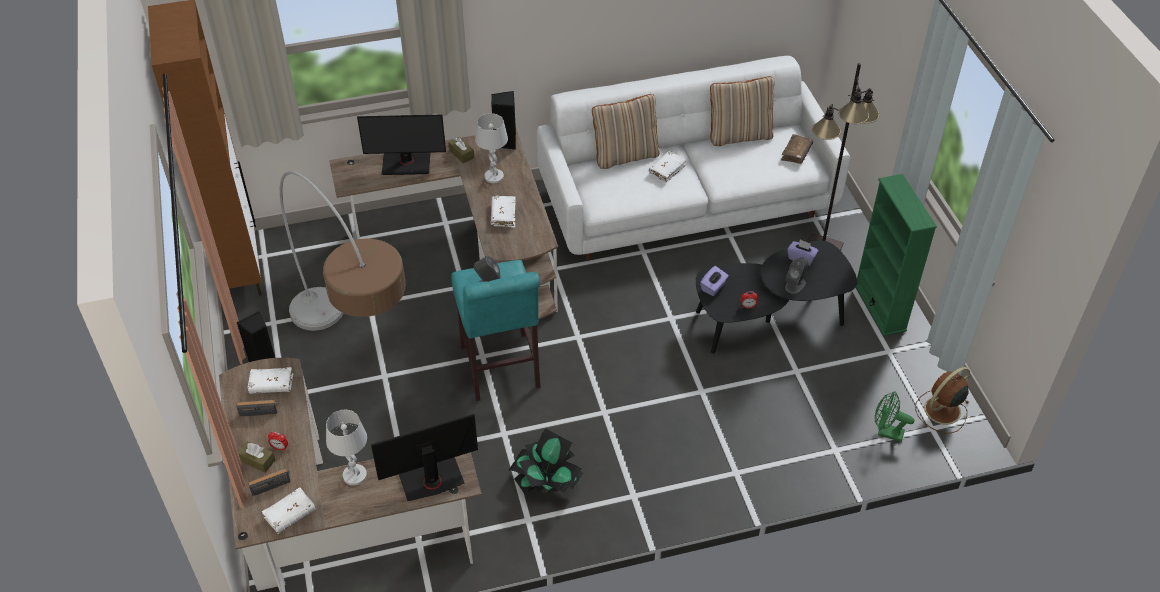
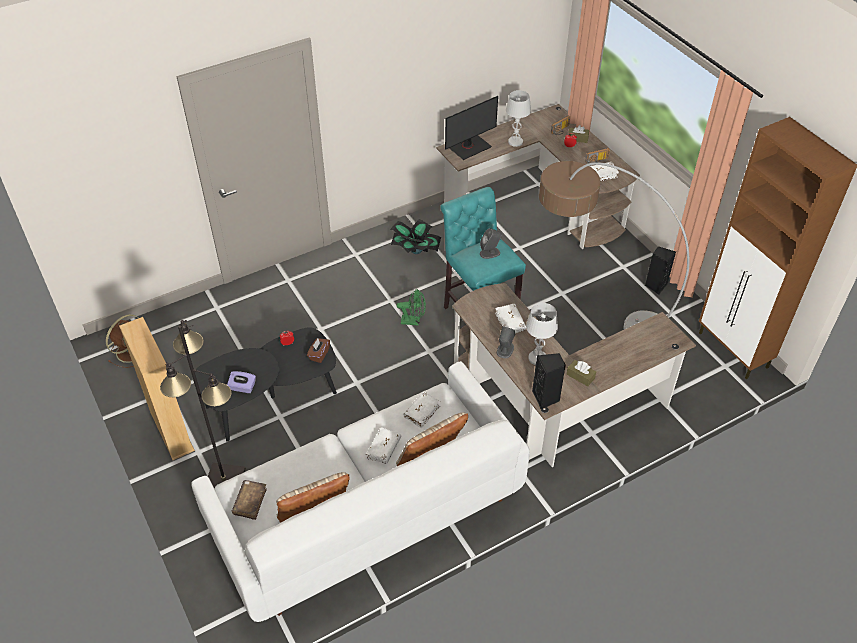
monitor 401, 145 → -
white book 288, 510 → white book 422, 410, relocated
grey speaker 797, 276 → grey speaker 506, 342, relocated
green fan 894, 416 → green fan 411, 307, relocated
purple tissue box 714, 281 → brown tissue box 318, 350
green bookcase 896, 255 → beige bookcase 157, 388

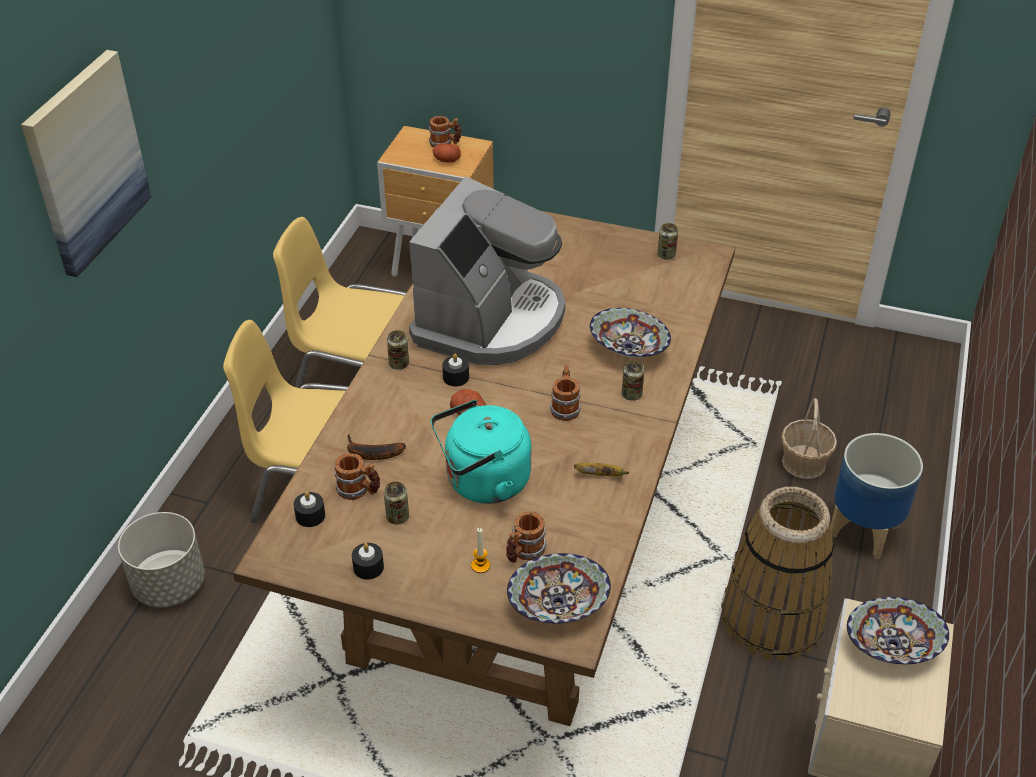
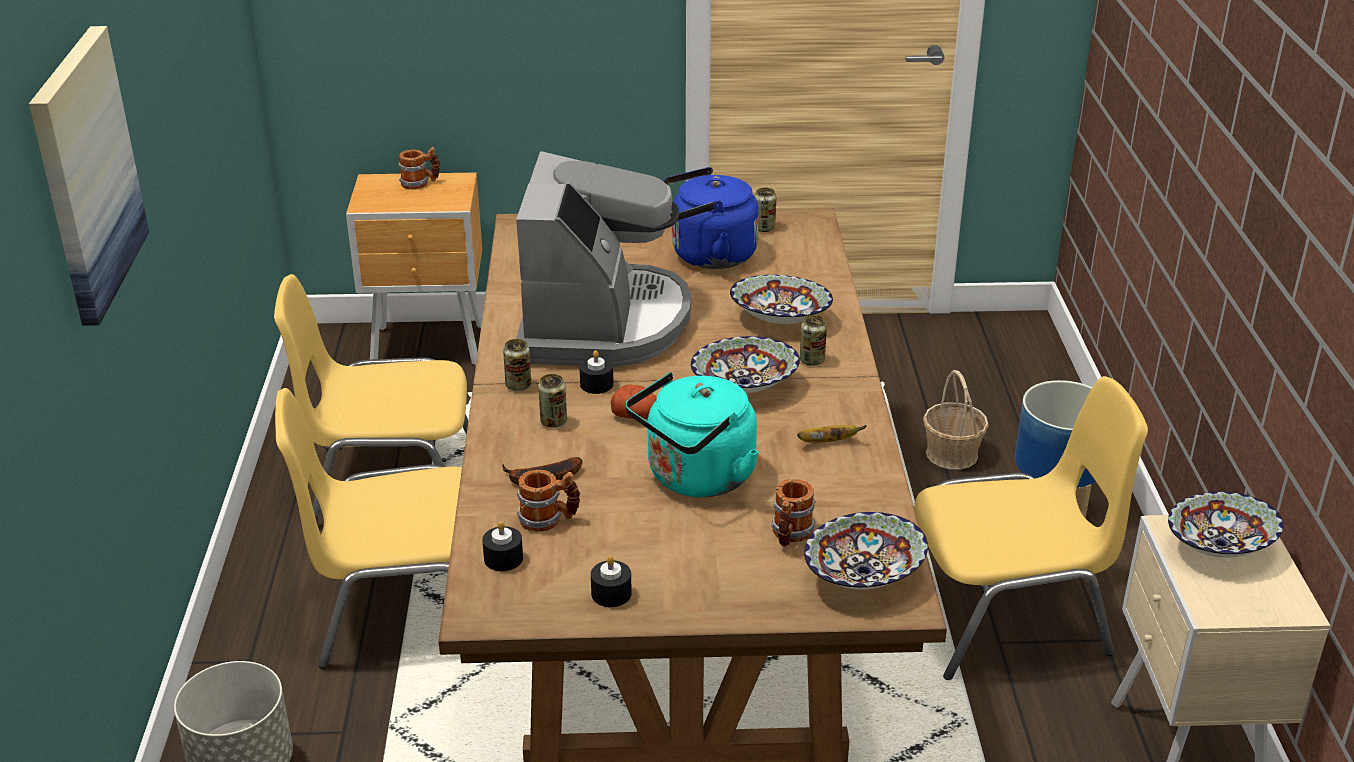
potato 446, 153 → -
candle 480, 550 → -
- → blue kettle 711, 218
can 396, 503 → can 552, 401, relocated
mug 565, 393 → bowl 745, 364
basket 777, 574 → yellow chair 1031, 528

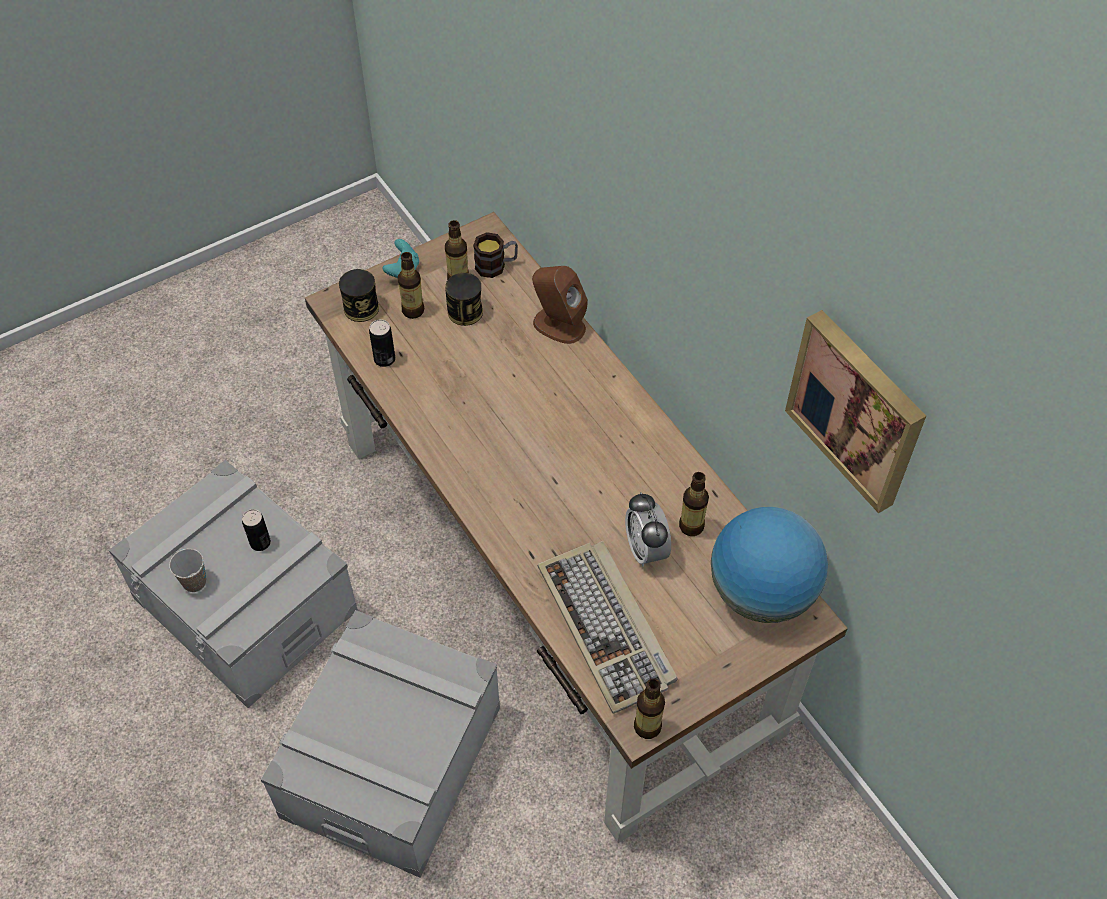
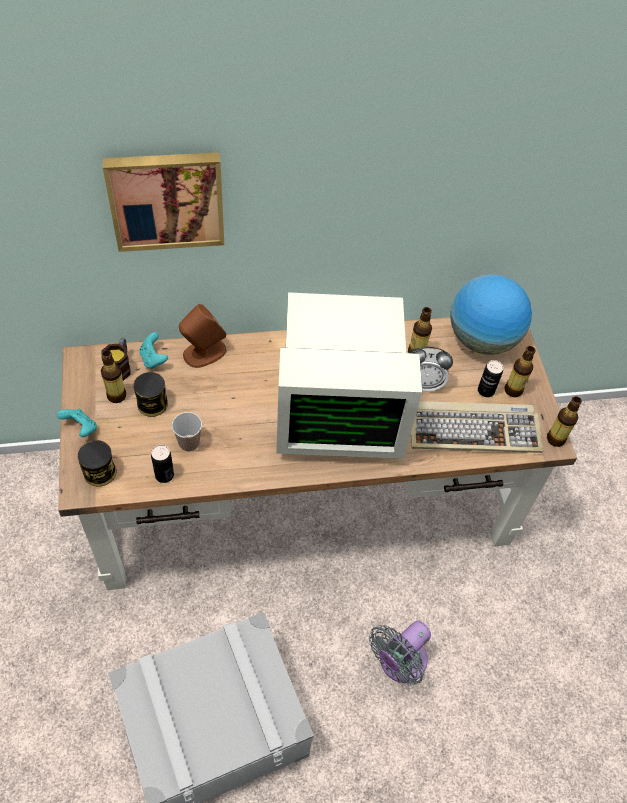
- → turquoise game controller 153, 350
- → monitor 349, 375
cup 187, 570 → cup 187, 431, relocated
can 256, 530 → can 490, 378, relocated
bottle 411, 285 → bottle 520, 371, relocated
picture 855, 411 → picture 163, 202, relocated
grey storage box 380, 744 → grey fan 400, 653

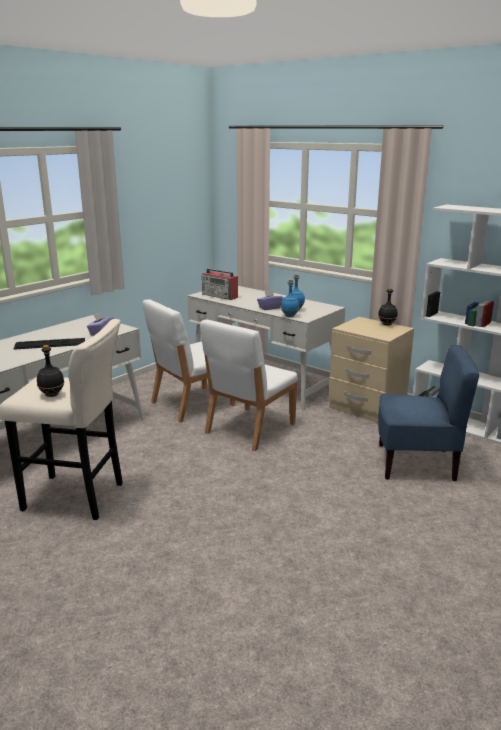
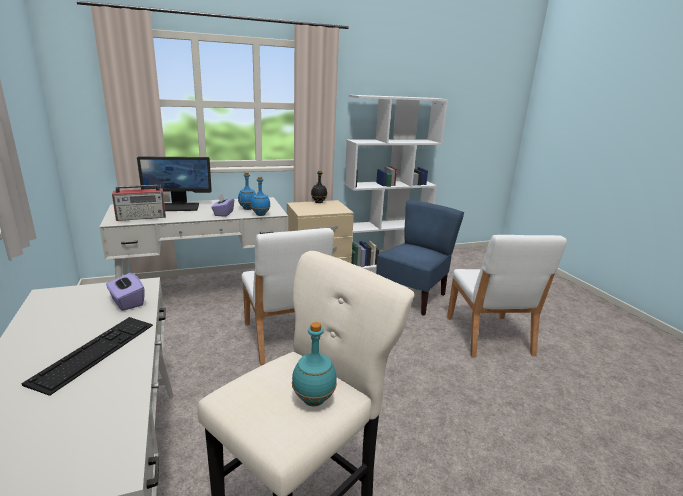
- → monitor 174, 184
white chair 189, 361 → white chair 507, 296, relocated
black bottle 51, 371 → turquoise bottle 314, 364

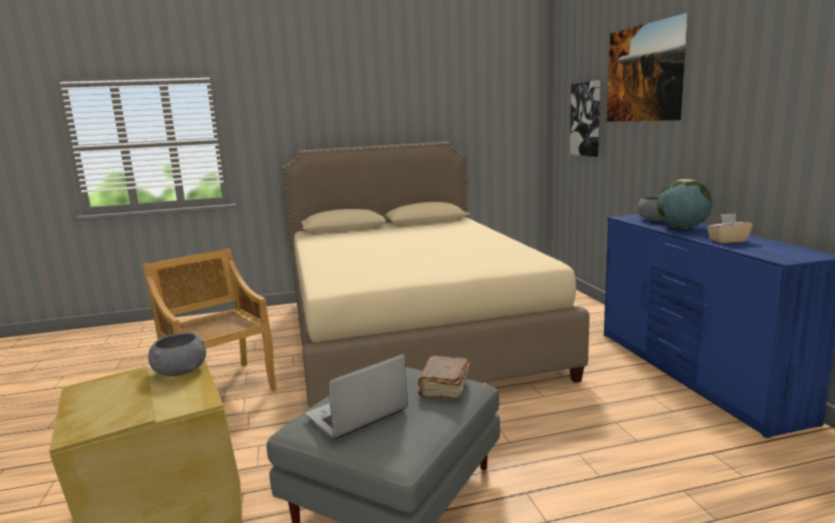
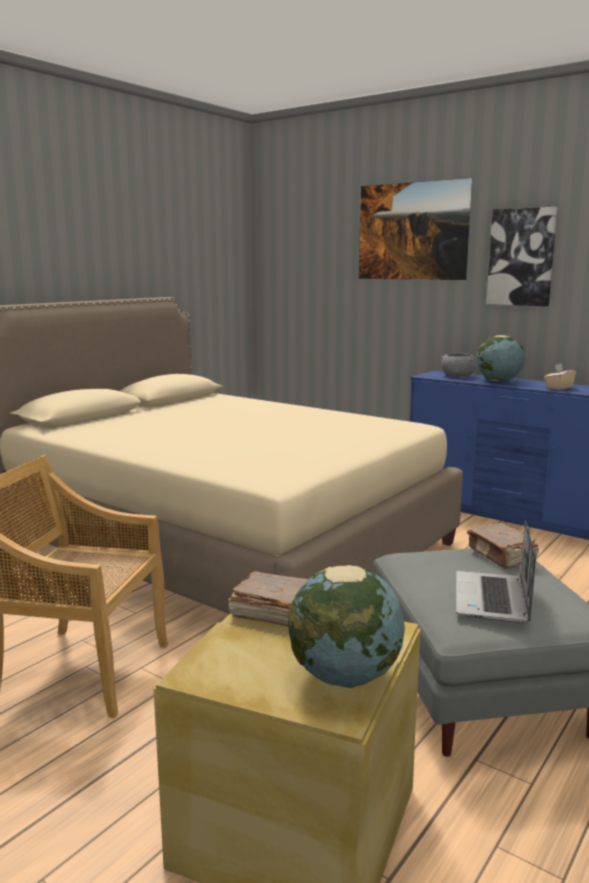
- → globe 346, 626
picture 585, 118 → picture 521, 256, relocated
grey bowl 177, 354 → brown book 268, 599

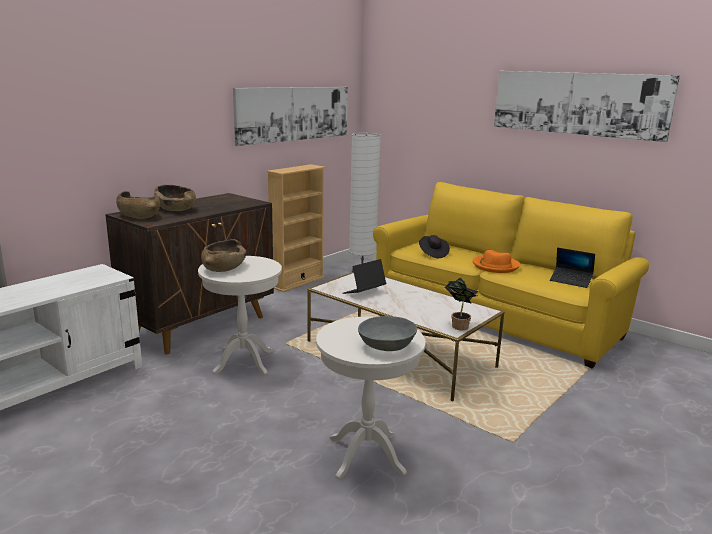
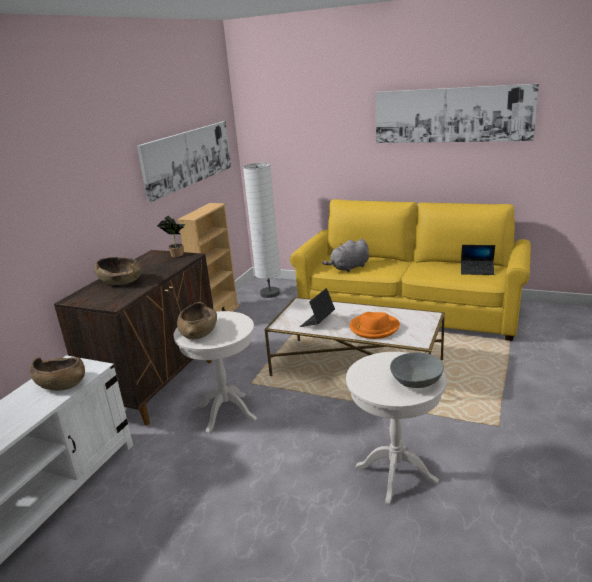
brown bowl 138, 205 → brown bowl 57, 374, relocated
potted plant 461, 304 → potted plant 171, 236, relocated
orange hat 496, 261 → orange hat 375, 325, relocated
black hat 434, 246 → grey plush toy 345, 255

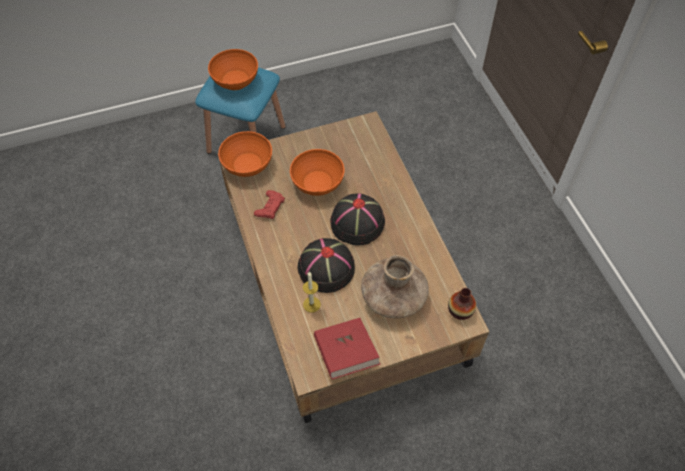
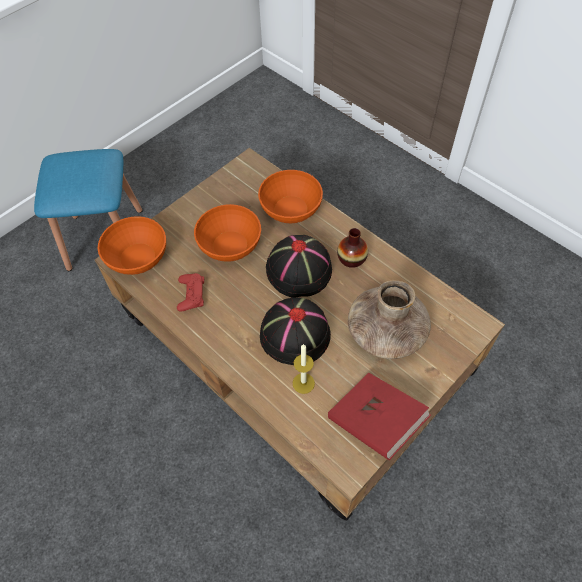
orange bowl 233, 69 → orange bowl 290, 196, relocated
vase 462, 304 → vase 352, 248, relocated

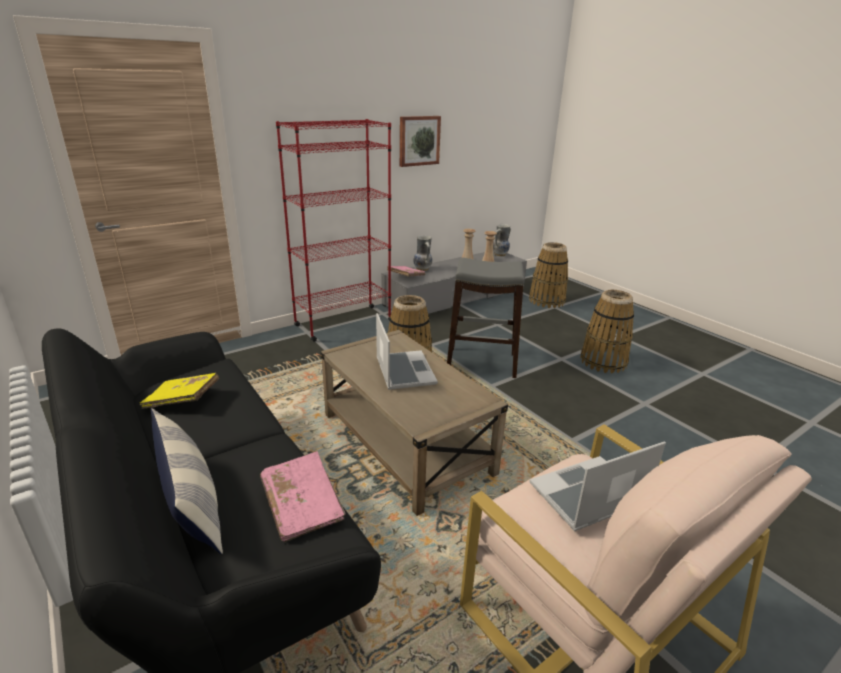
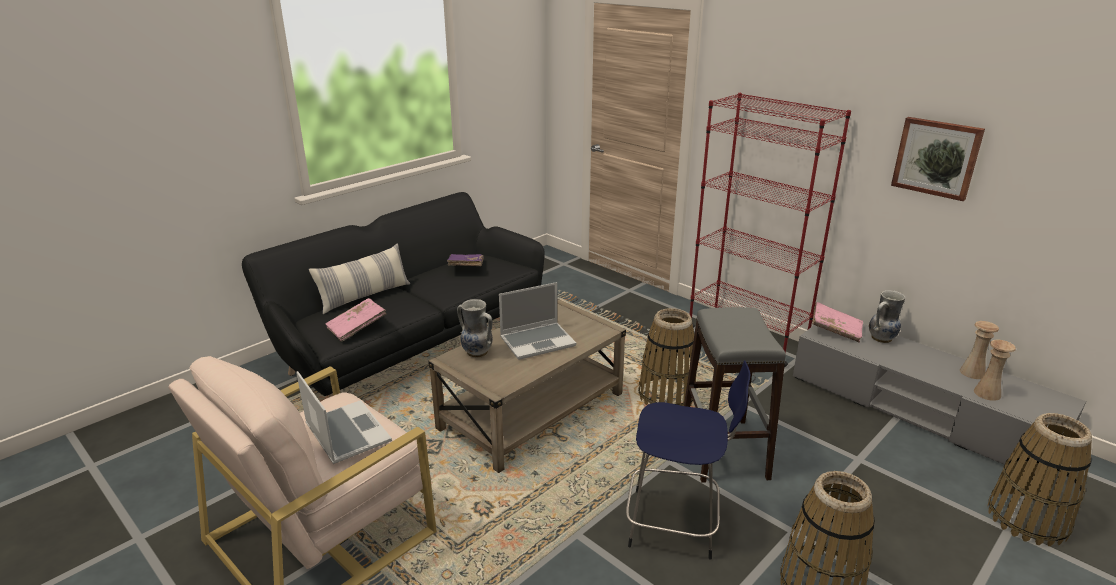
- → blue stool 688, 460
vase 502, 240 → vase 475, 328, relocated
yellow book 179, 391 → purple book 465, 260

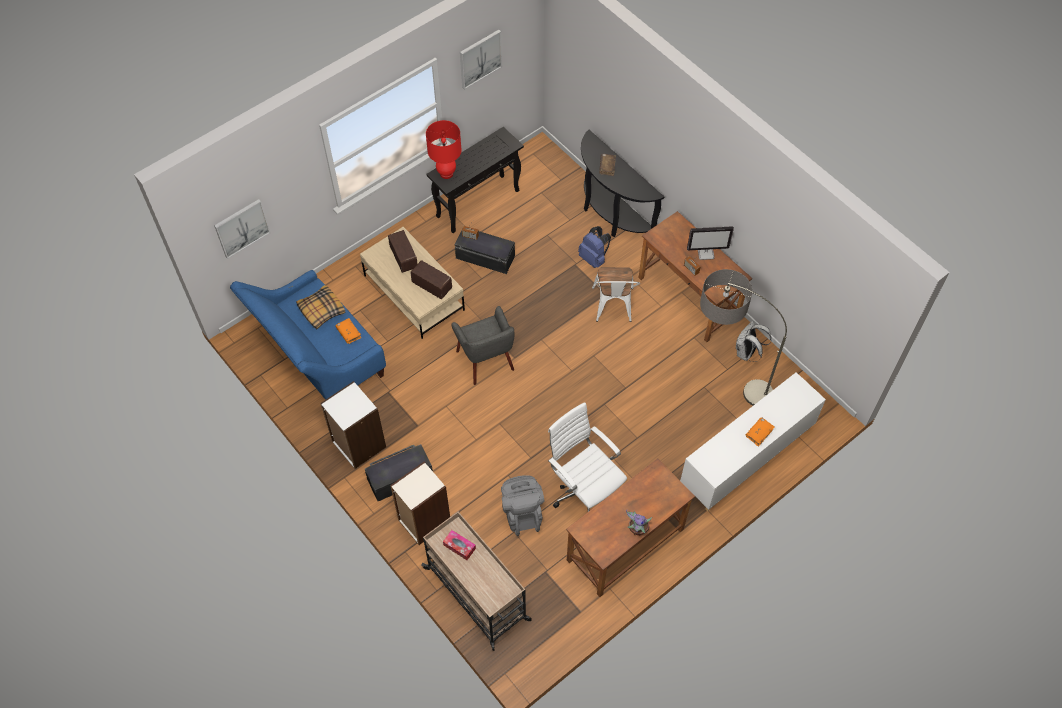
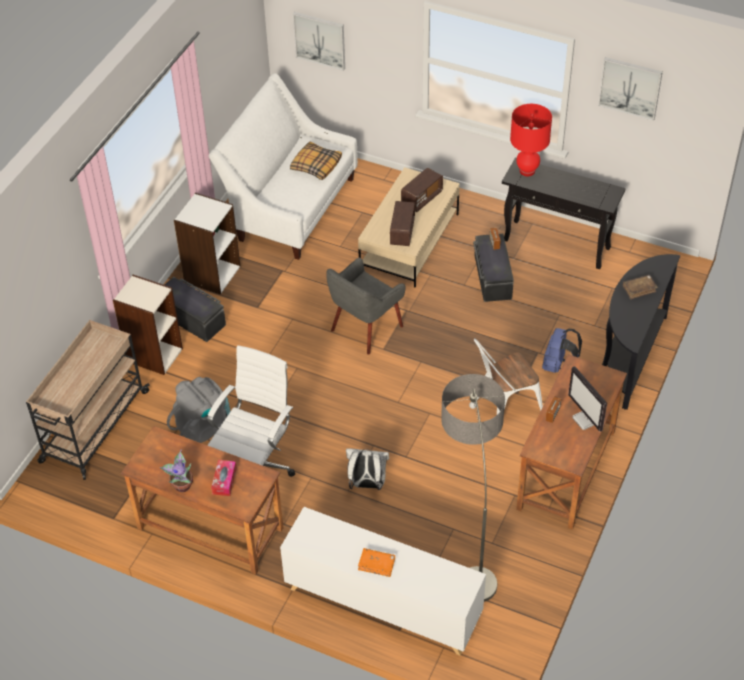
orange book 348, 331 → -
tissue box 459, 545 → tissue box 224, 478, relocated
white backpack 754, 341 → white backpack 367, 469, relocated
blue sofa 308, 335 → white sofa 283, 166

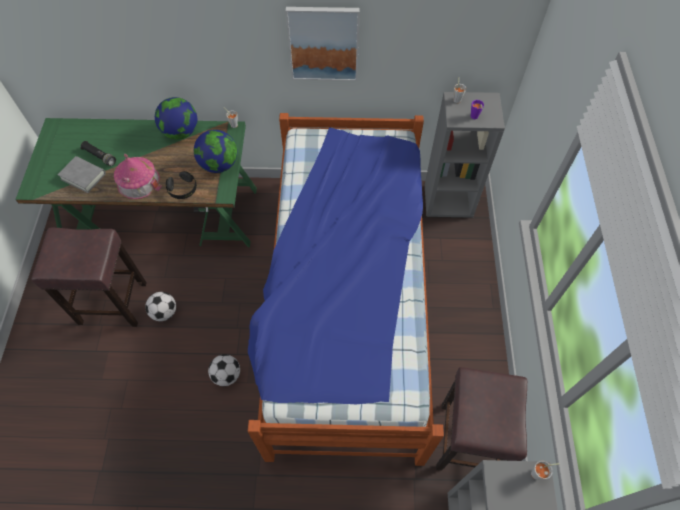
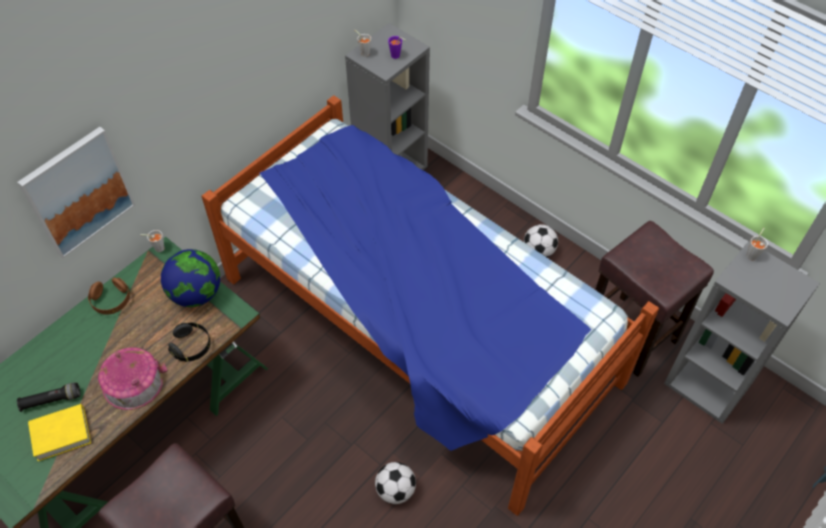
football 160, 306 → football 541, 240, relocated
picture 323, 44 → picture 76, 193, relocated
globe 176, 118 → brown headphones 109, 296
grey book 81, 174 → yellow book 59, 432

